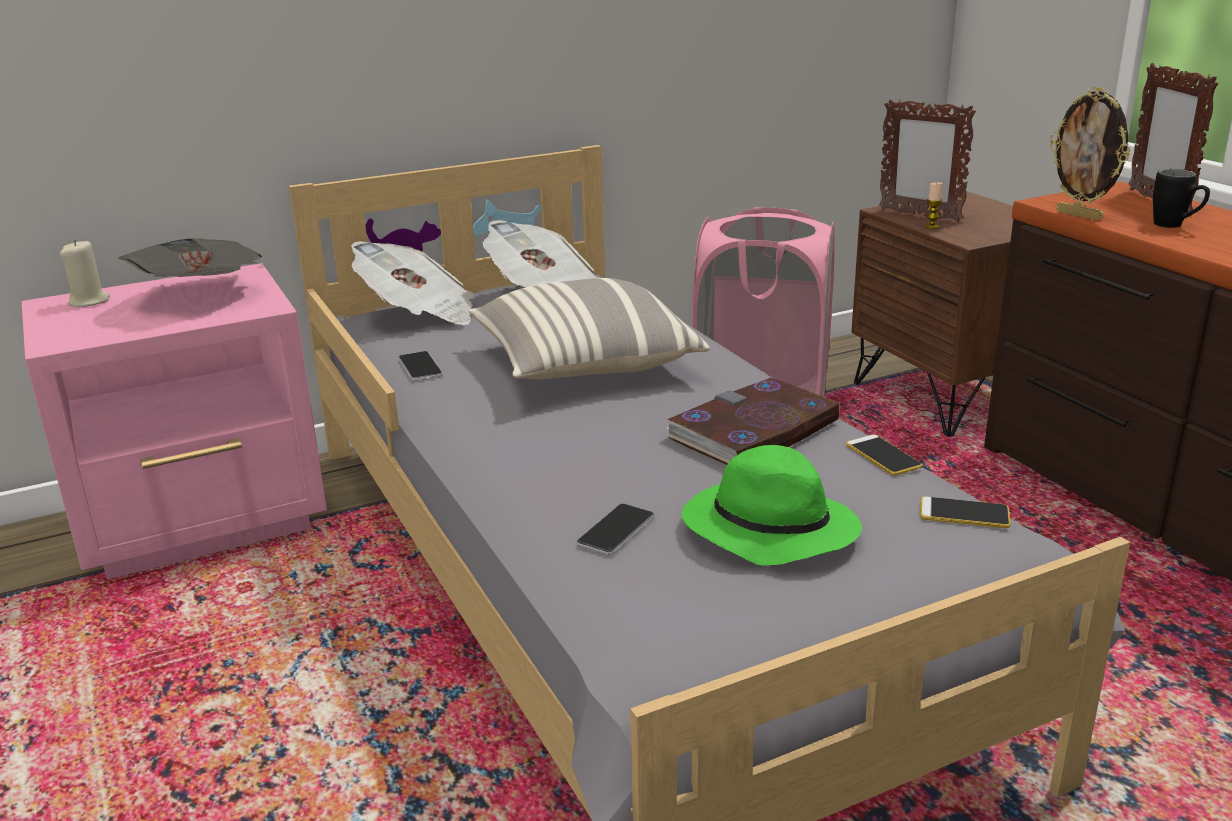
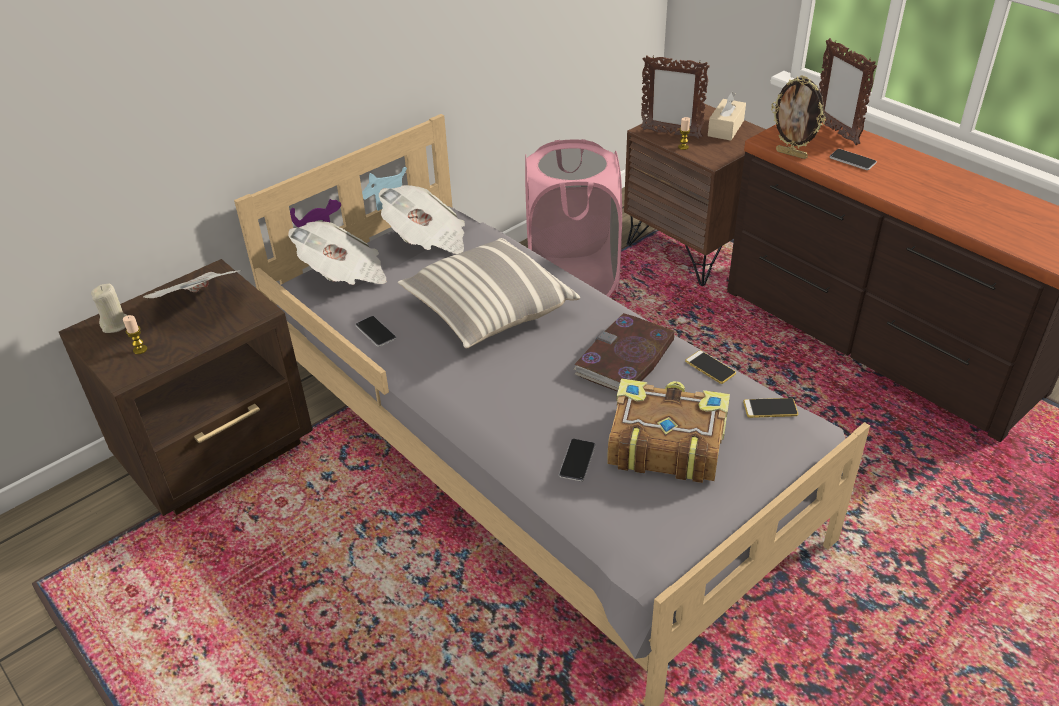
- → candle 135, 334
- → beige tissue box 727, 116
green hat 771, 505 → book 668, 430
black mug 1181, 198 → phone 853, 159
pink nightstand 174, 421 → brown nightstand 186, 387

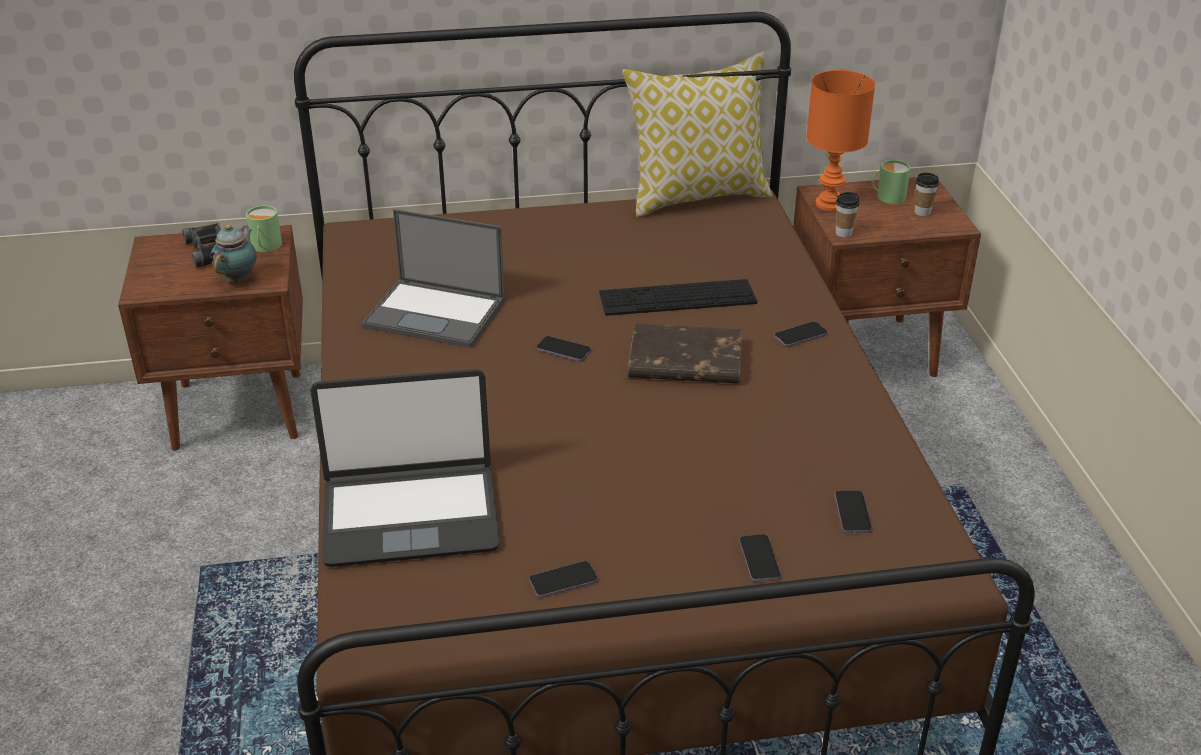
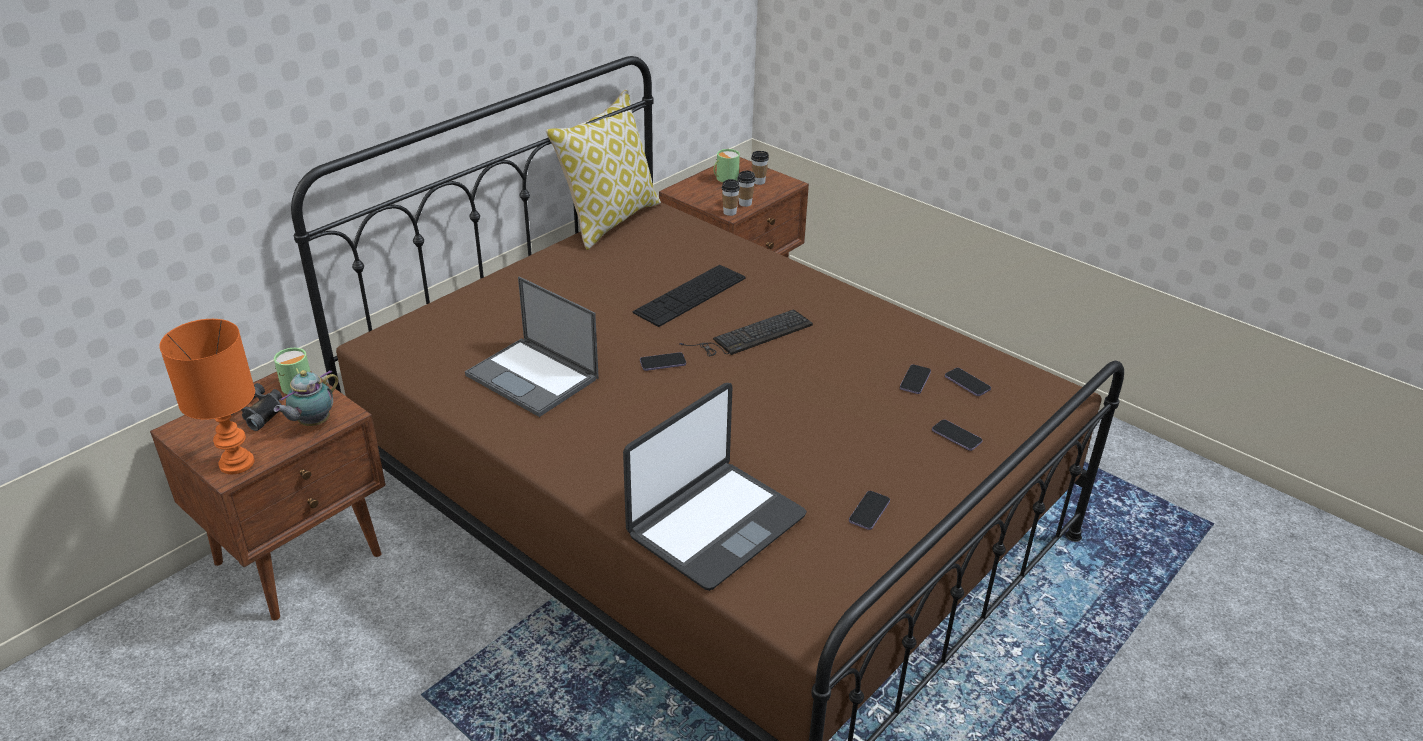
- → cup 746, 189
phone 801, 334 → phone 915, 379, relocated
orange table lamp 840, 140 → orange table lamp 207, 396, relocated
brown book 685, 353 → keyboard 746, 332
teapot 234, 254 → teapot 306, 398, 120 degrees counterclockwise
laptop 433, 278 → laptop 532, 346, 60 degrees clockwise

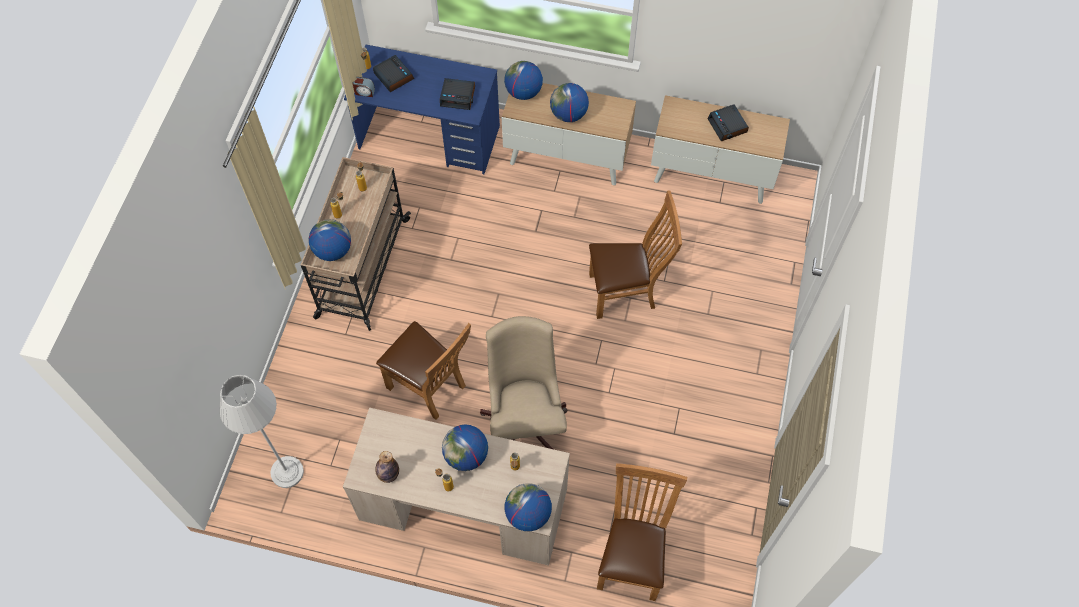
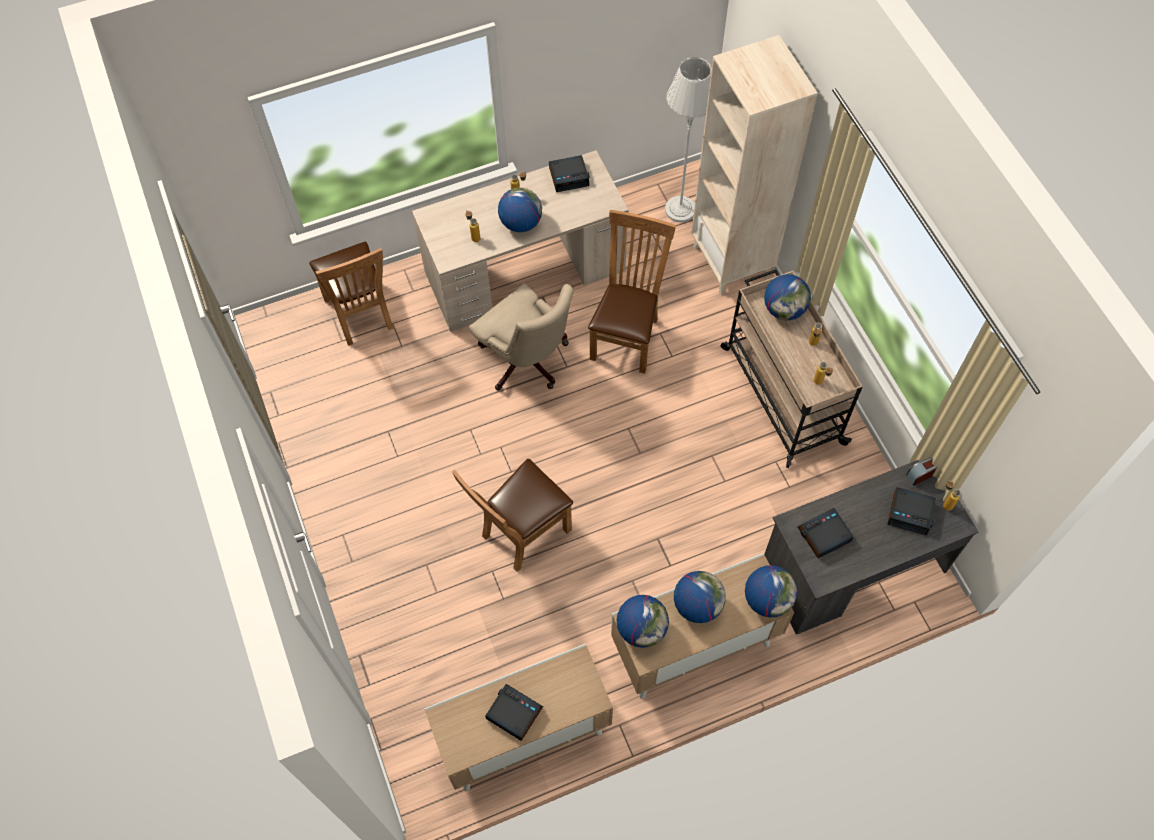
- → beige bookcase 754, 165
globe 528, 507 → globe 643, 621, relocated
bottle 387, 467 → alarm clock 569, 173
blue desk 422, 109 → grey desk 871, 547
brown chair 423, 370 → brown chair 632, 292, 105 degrees clockwise

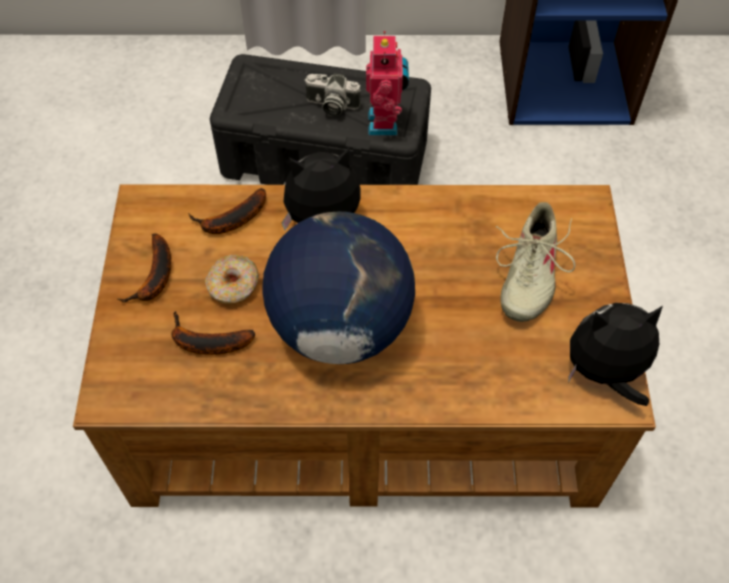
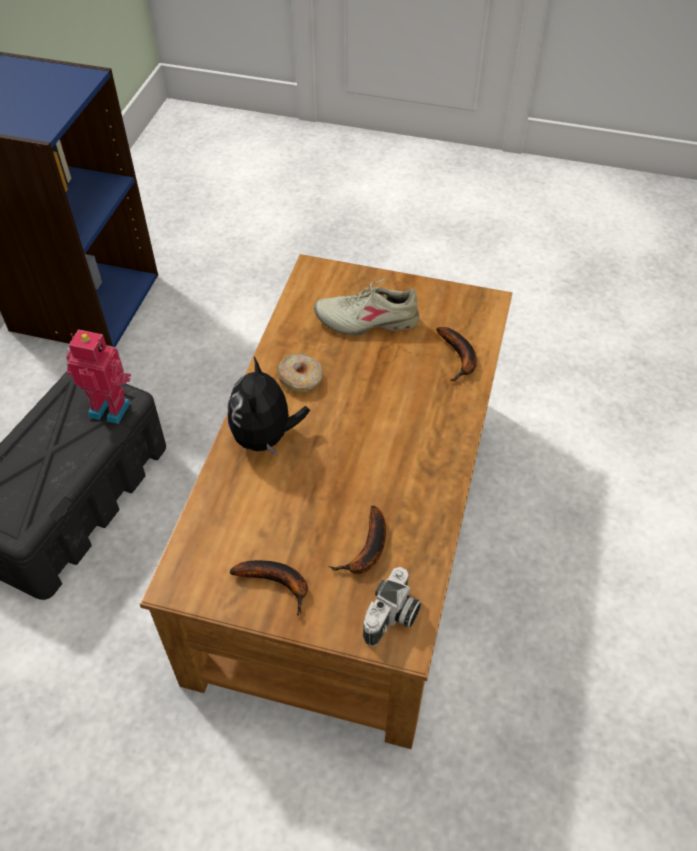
globe 339, 288 → -
plush toy 615, 354 → -
banana 227, 211 → banana 457, 354, relocated
donut 231, 279 → donut 299, 373, relocated
photo camera 332, 94 → photo camera 392, 607, relocated
beige shoe 535, 262 → beige shoe 367, 306, 150 degrees clockwise

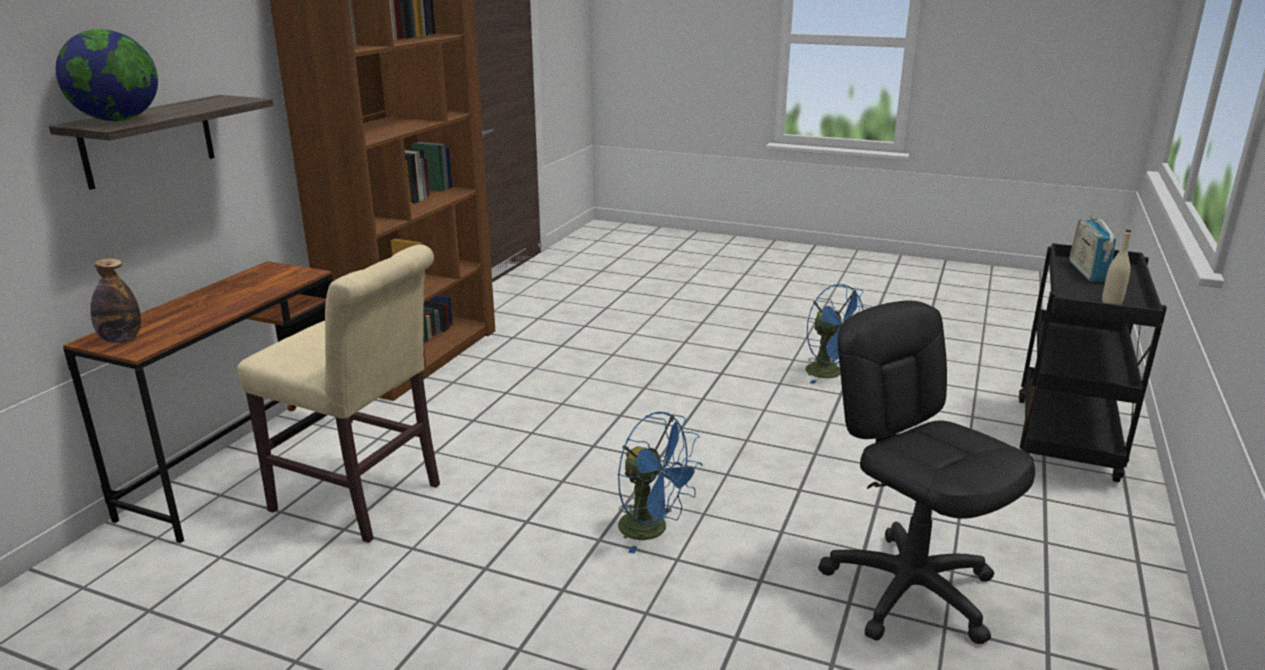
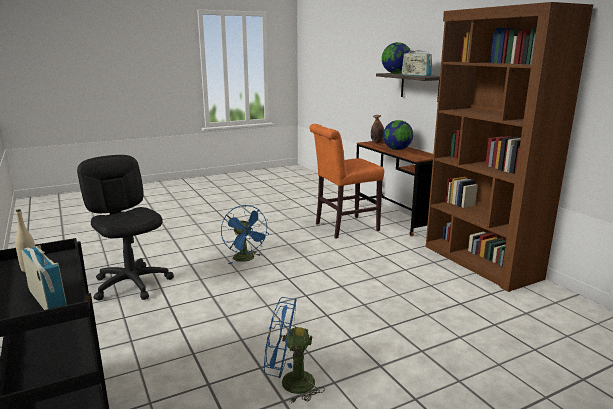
- → globe 398, 135
- → radio 416, 62
beige chair 338, 393 → orange chair 346, 181
blue fan 660, 483 → blue fan 244, 234, 105 degrees counterclockwise
black office chair 926, 472 → black office chair 125, 228, 135 degrees counterclockwise

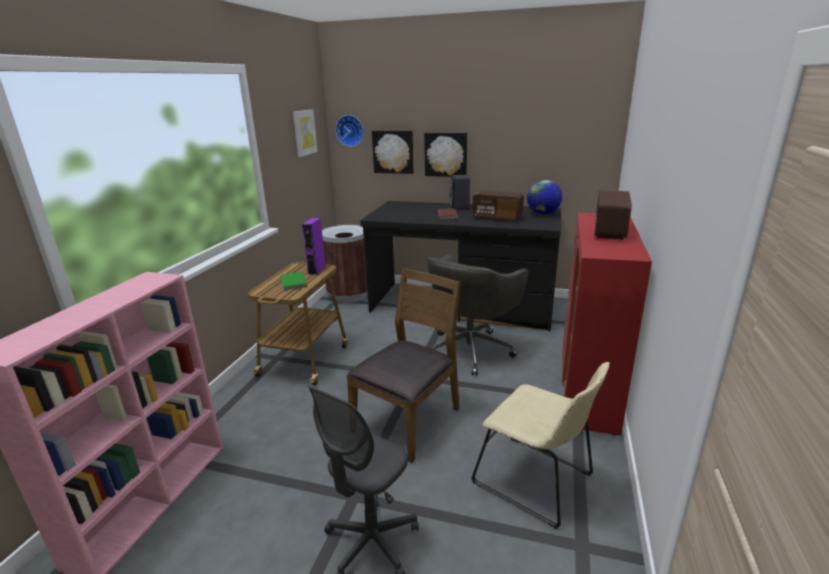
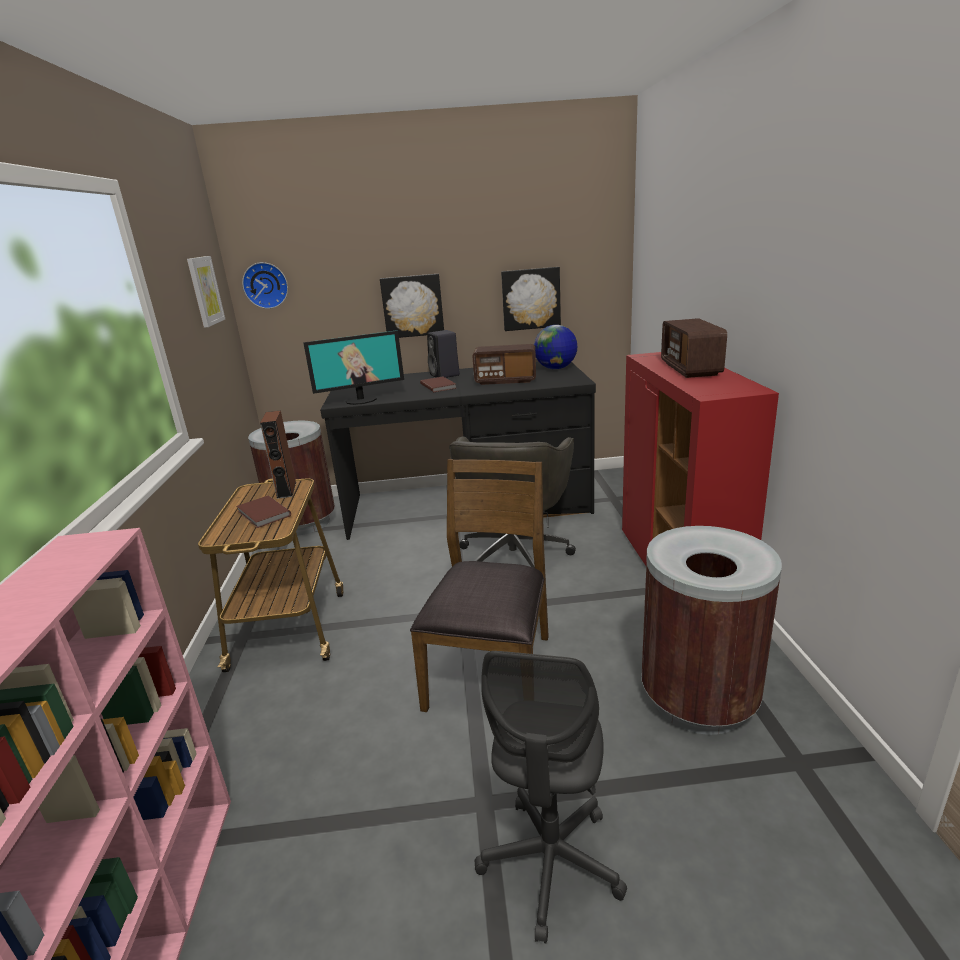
- → monitor 353, 367
picture 393, 152 → picture 531, 299, relocated
beige chair 540, 445 → brown trash can 711, 630
green book 294, 281 → brown book 264, 512
purple speaker 314, 246 → brown speaker 278, 454

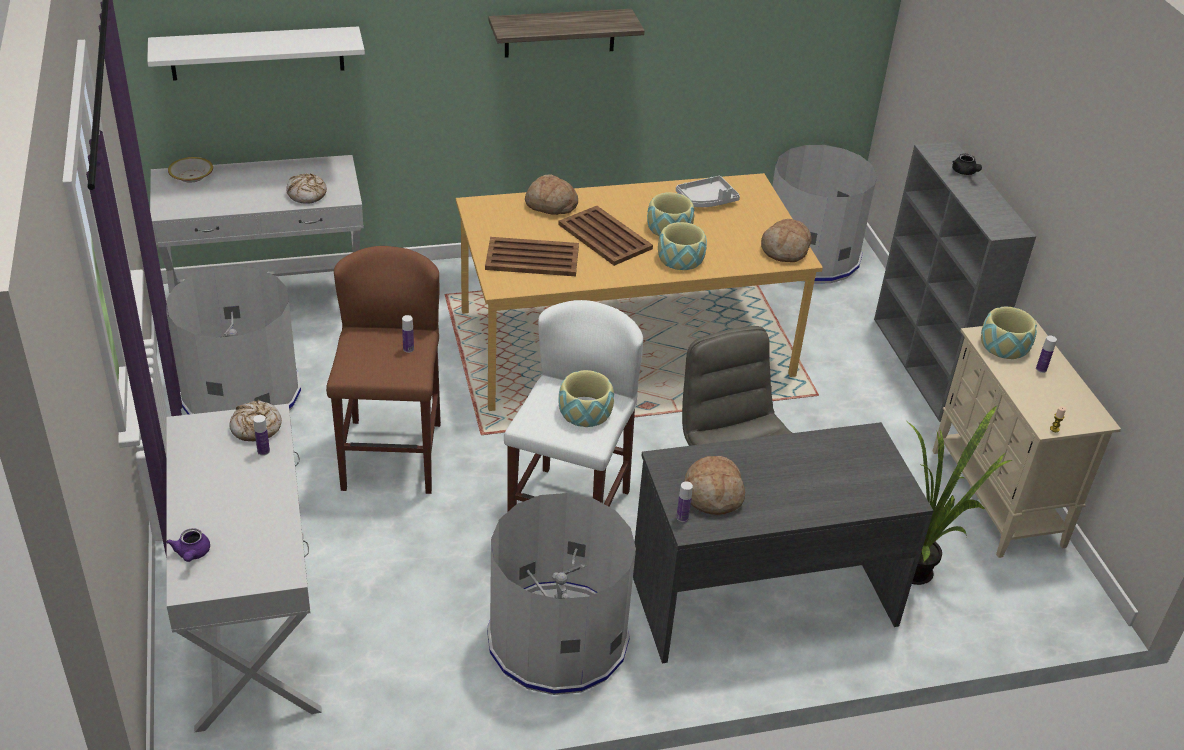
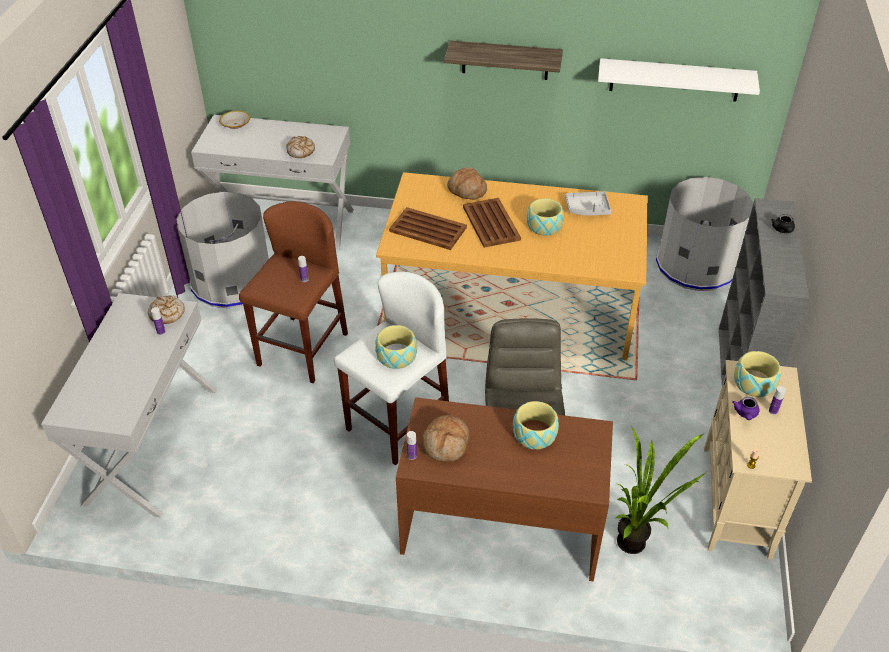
grey trash can 561, 594 → -
bread 786, 240 → -
white shelf 256, 53 → white shelf 679, 80, relocated
purple teapot 188, 545 → purple teapot 745, 408, relocated
bowl 682, 246 → bowl 536, 425, relocated
grey desk 783, 543 → brown desk 504, 489

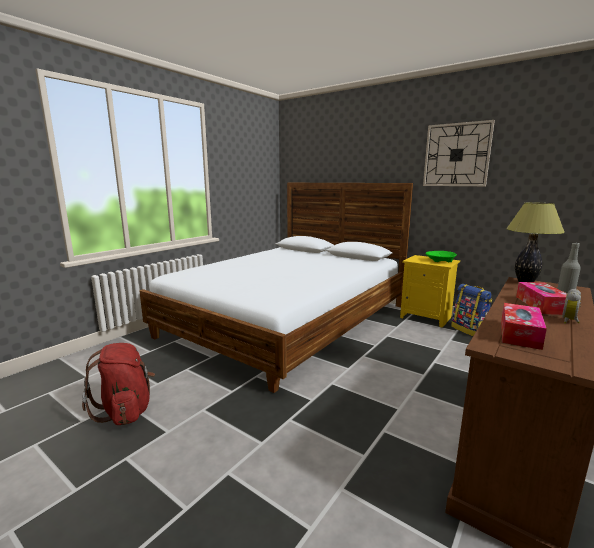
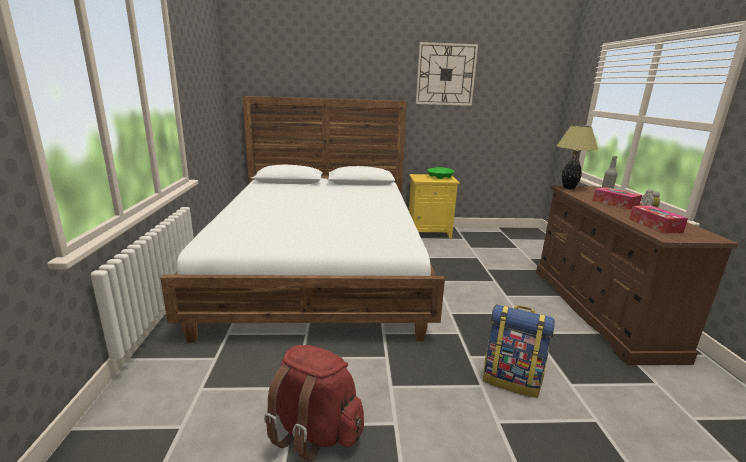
backpack 471, 310 → backpack 519, 351, relocated

